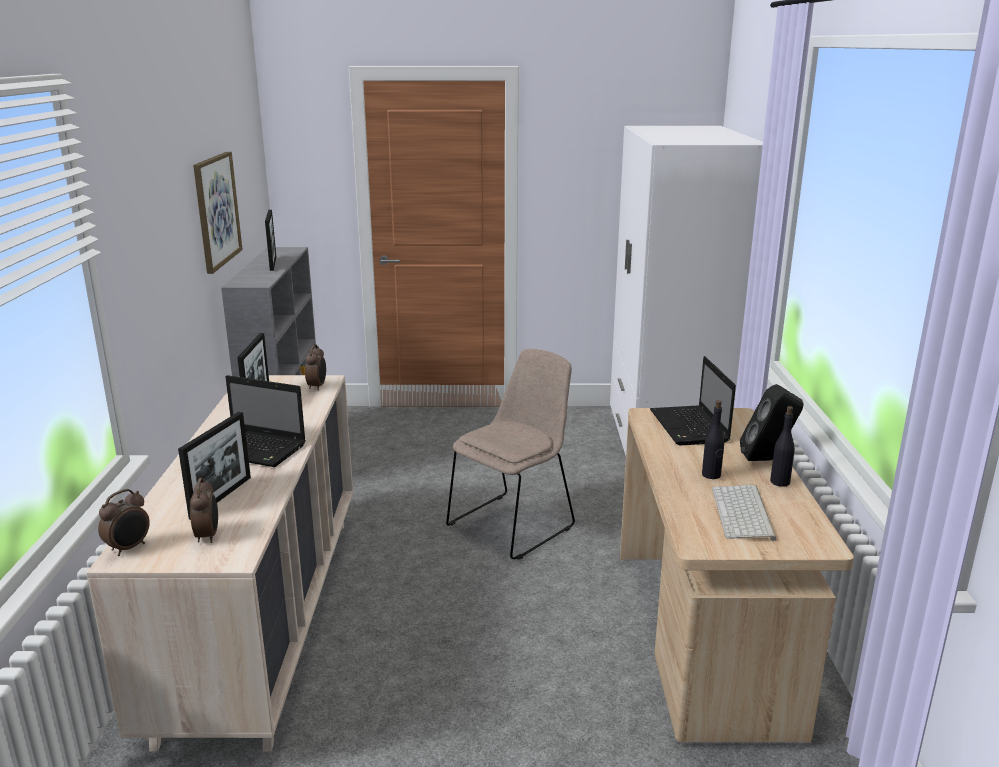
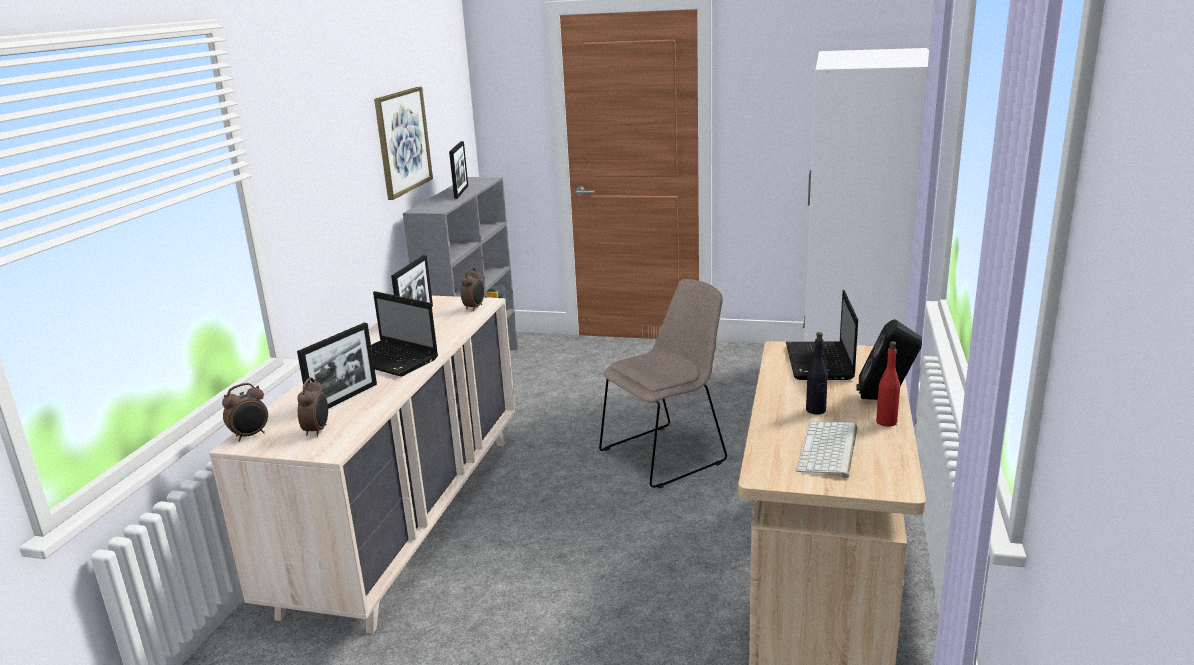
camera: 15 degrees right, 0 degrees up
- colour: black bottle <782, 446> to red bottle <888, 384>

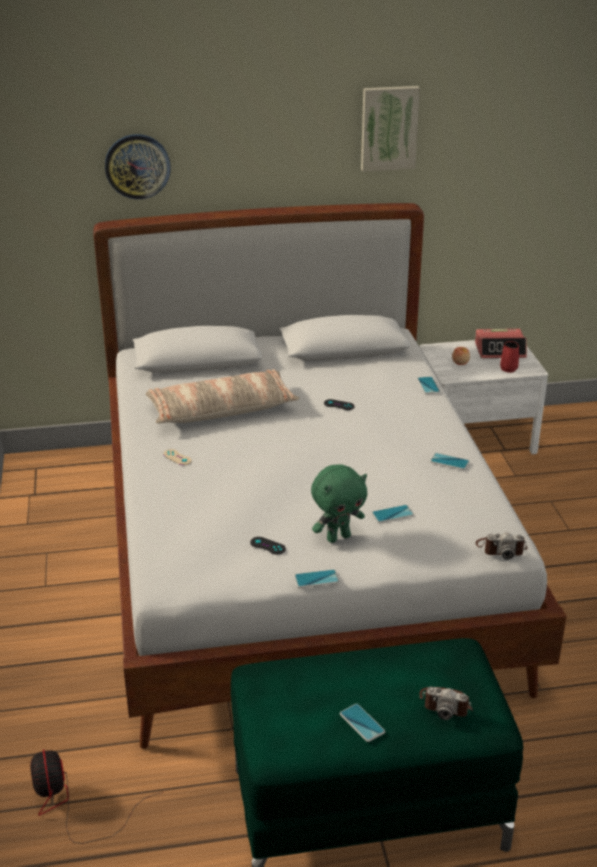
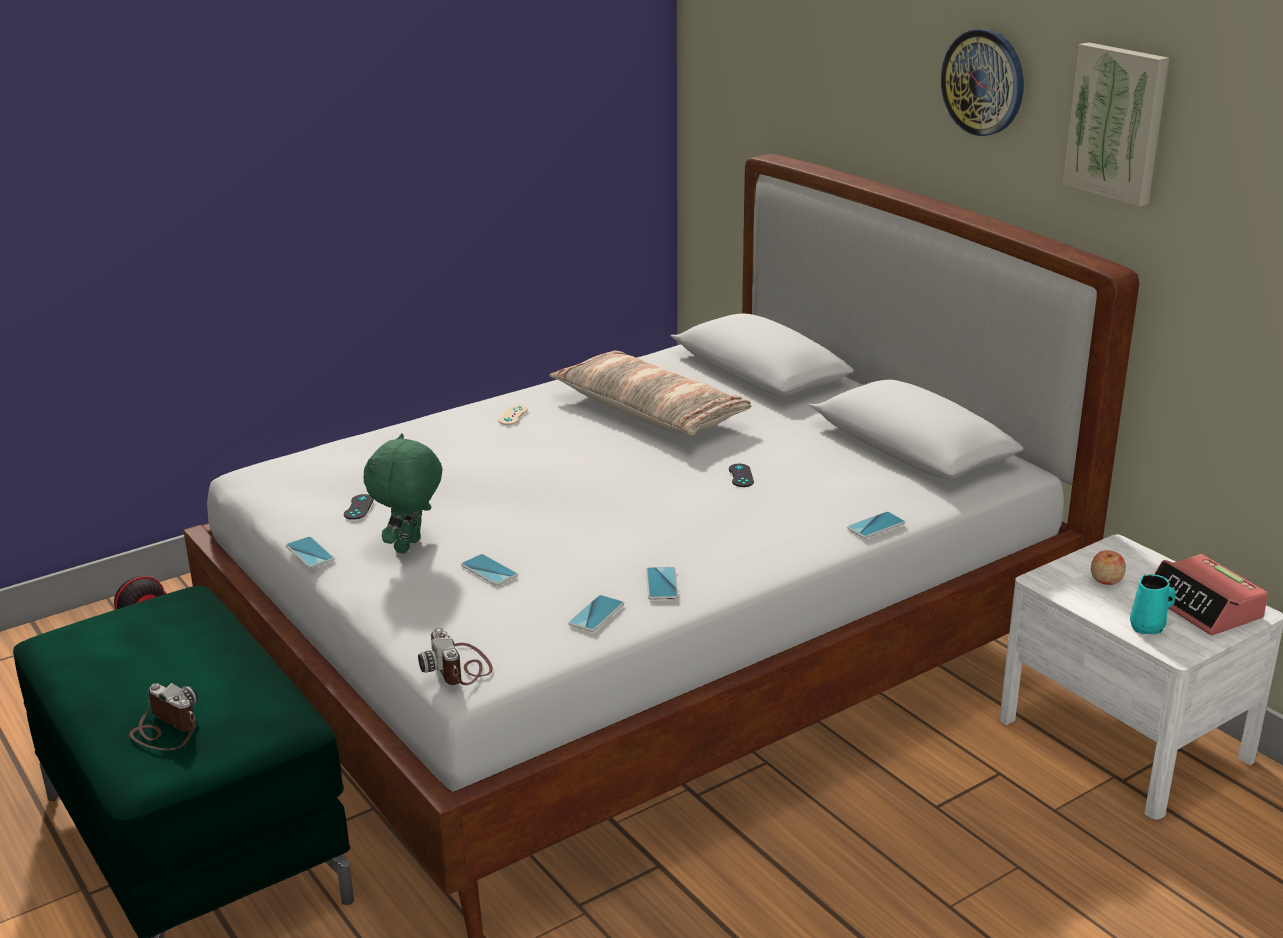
camera: 65 degrees right, 5 degrees down
- relocated: wall clock <138, 166> to <982, 82>
- relocated: phone <362, 723> to <596, 613>
- colour: red mug <509, 357> to turquoise mug <1153, 604>
- spun: green plush toy <339, 503> = <403, 493> 75 degrees clockwise
- spun: photo camera <446, 703> = <163, 716> 135 degrees clockwise

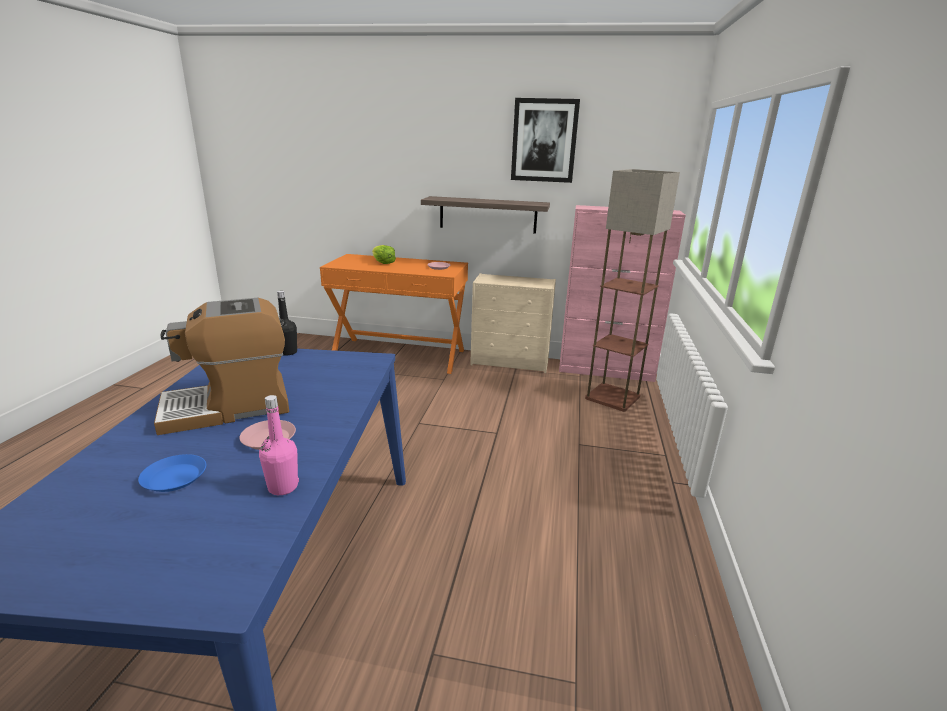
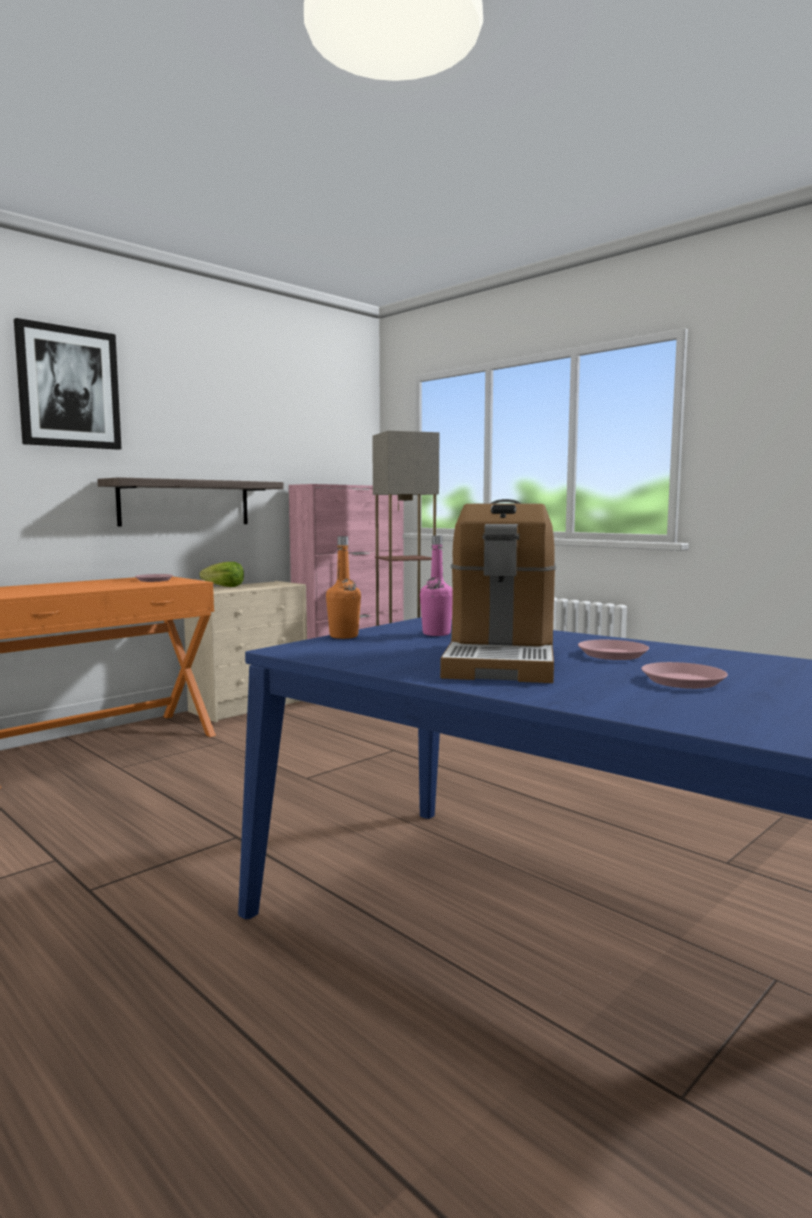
camera: 55 degrees left, 15 degrees down
- relocated: pink bottle <279, 445> to <436, 586>
- relocated: lettuce <384, 254> to <221, 574>
- relocated: picture <545, 140> to <67, 384>
- colour: blue plate <172, 473> to pink plate <684, 675>
- colour: black bottle <287, 323> to orange bottle <343, 587>

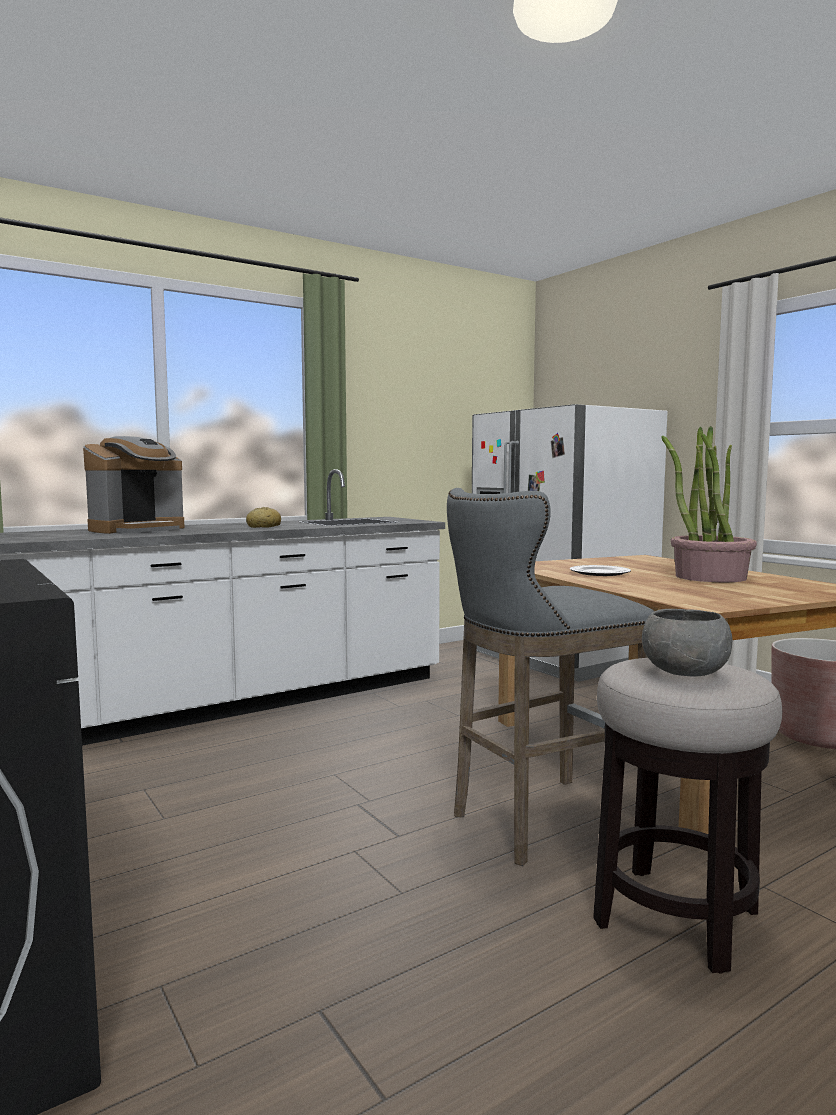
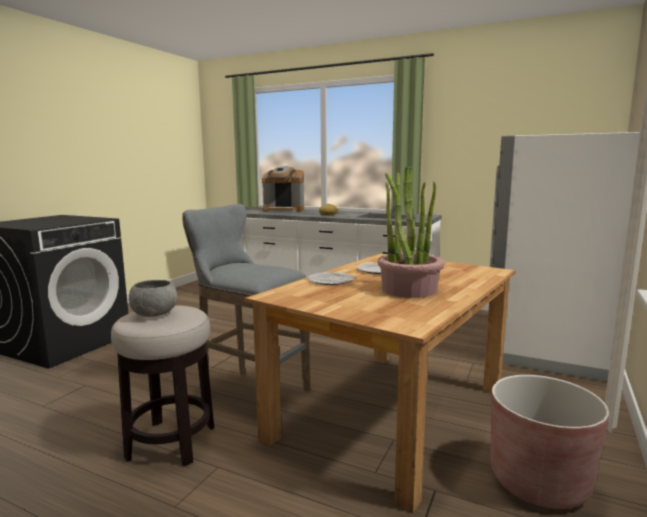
camera: 60 degrees right, 5 degrees up
- appeared: plate <331, 278>

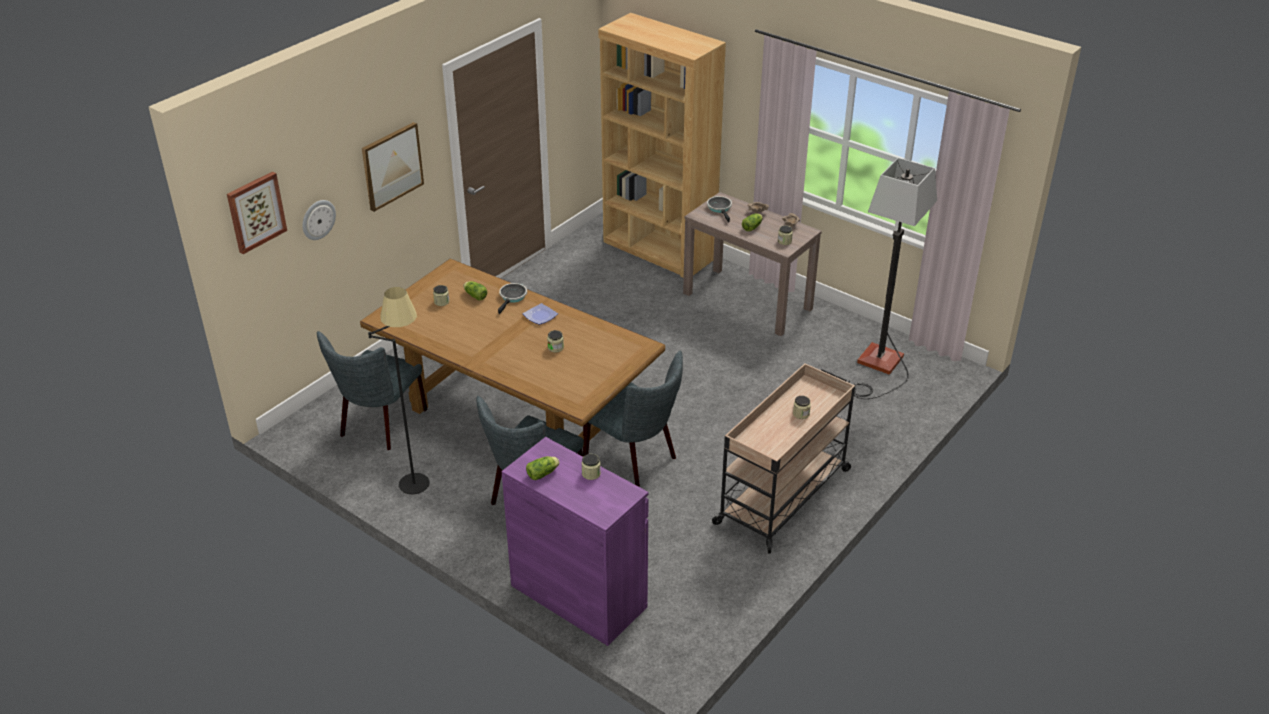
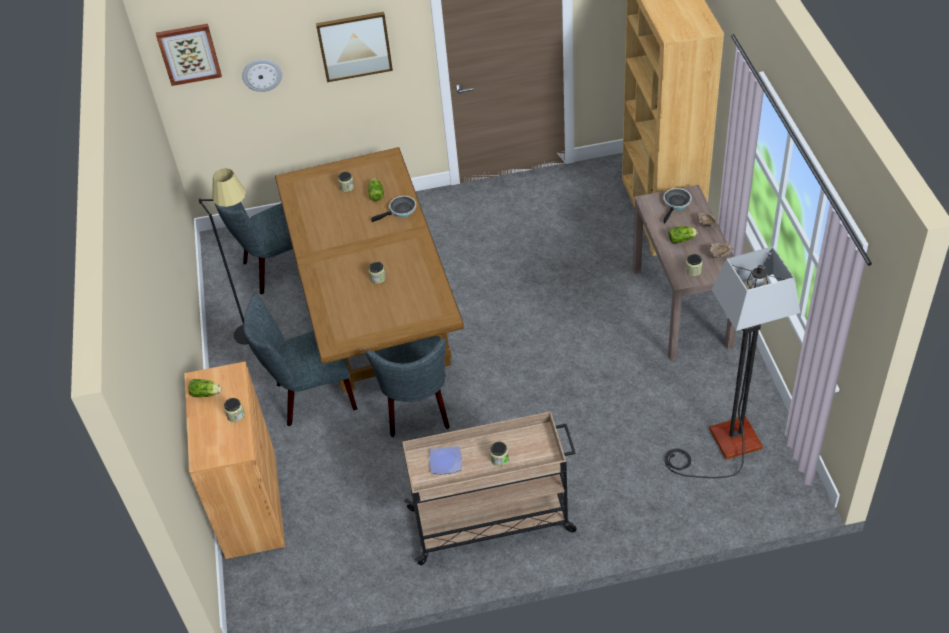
camera: 45 degrees right, 10 degrees up
- relocated: plate <540, 314> to <445, 460>
- colour: purple cabinet <575, 541> to brown cabinet <234, 460>

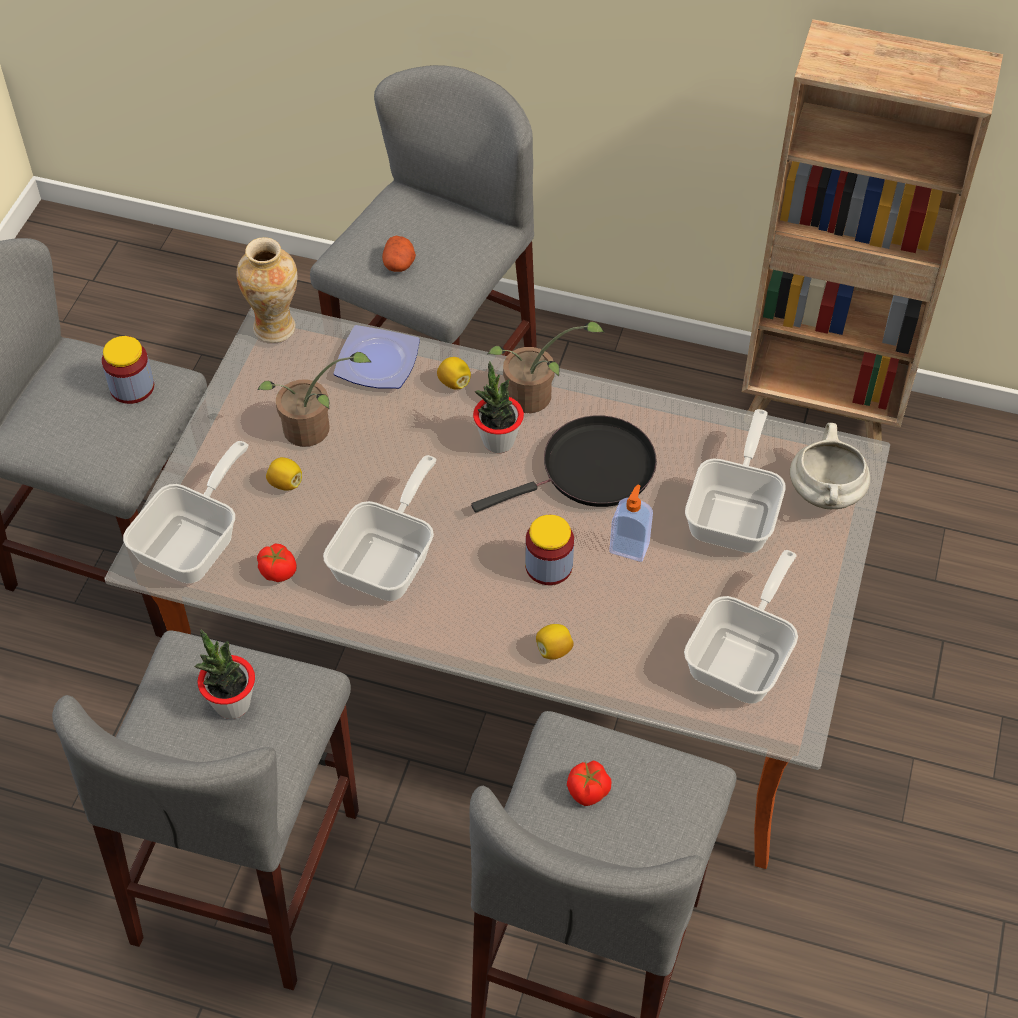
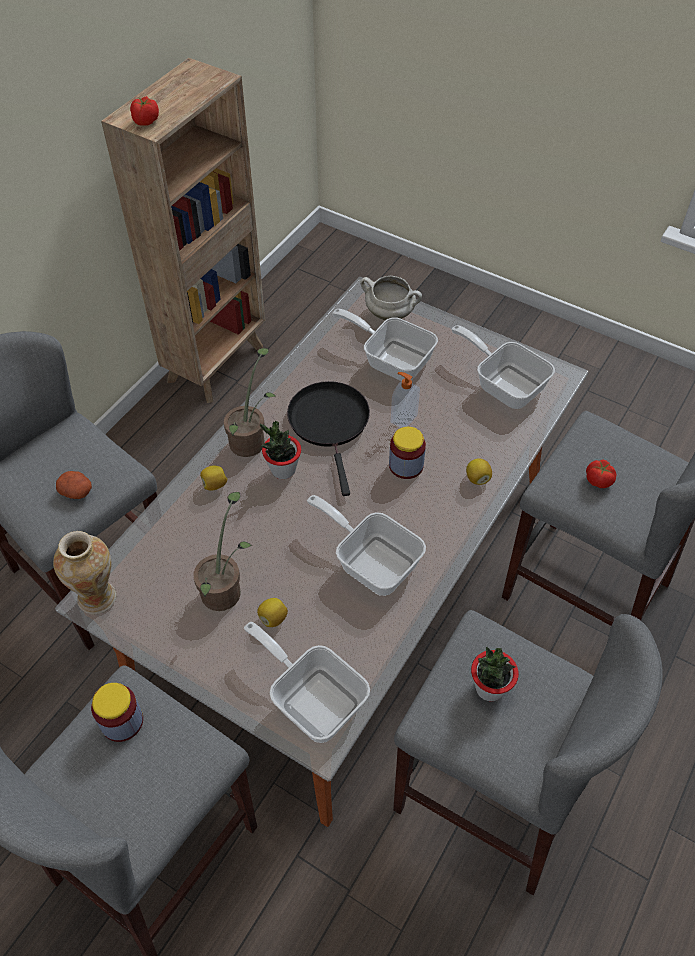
camera: 75 degrees left, 0 degrees up
- missing: plate <377, 357>
- relocated: tomato <277, 562> to <144, 111>

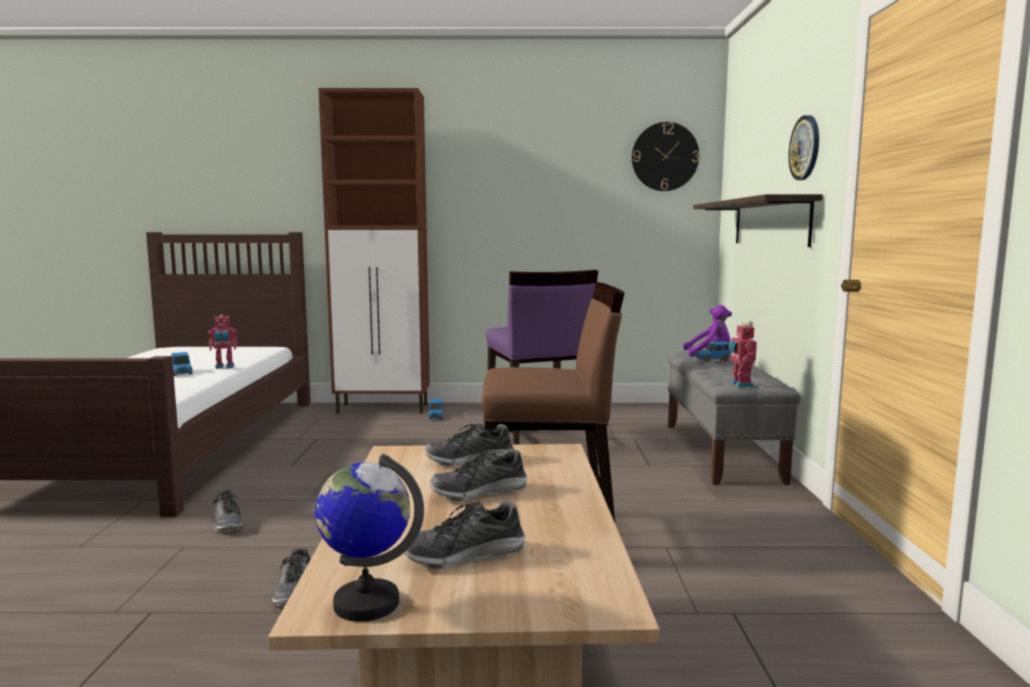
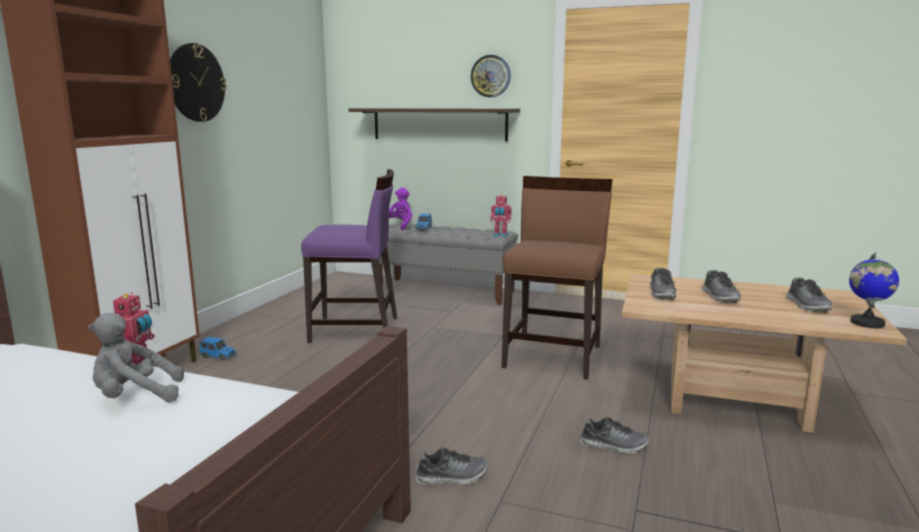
camera: 70 degrees left, 5 degrees up
- relocated: wall clock <665, 156> to <198, 82>
- exchanged: toy car <182, 364> to grey plush toy <136, 357>

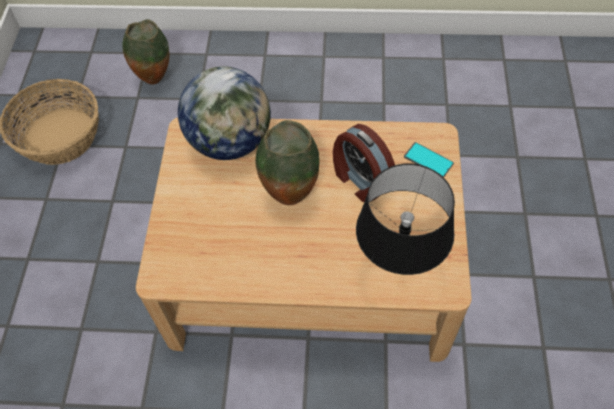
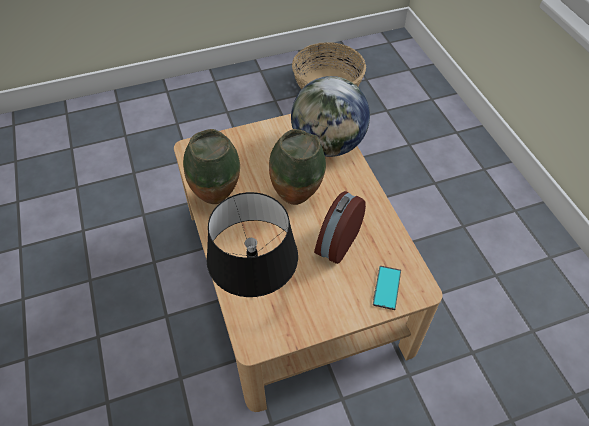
camera: 65 degrees right, 5 degrees down
- relocated: vase <145, 52> to <211, 166>

